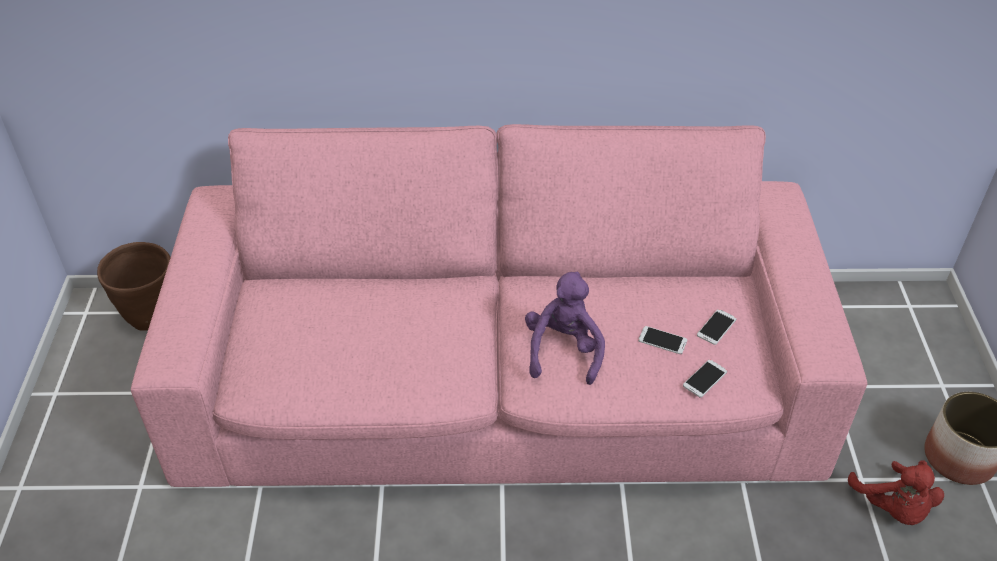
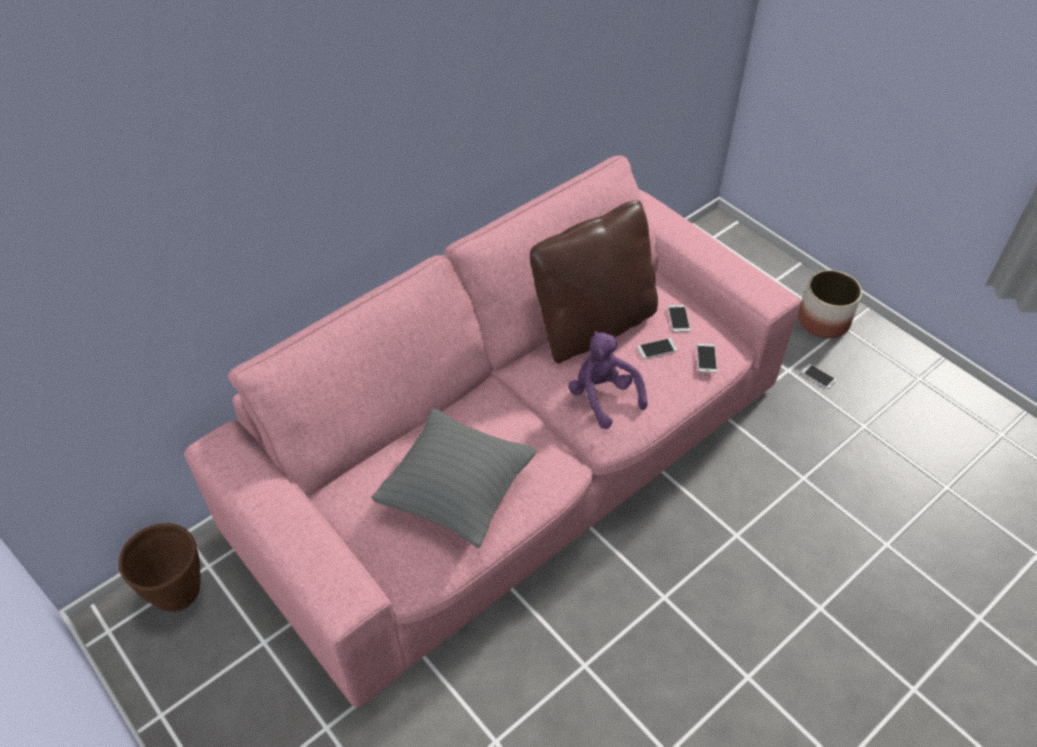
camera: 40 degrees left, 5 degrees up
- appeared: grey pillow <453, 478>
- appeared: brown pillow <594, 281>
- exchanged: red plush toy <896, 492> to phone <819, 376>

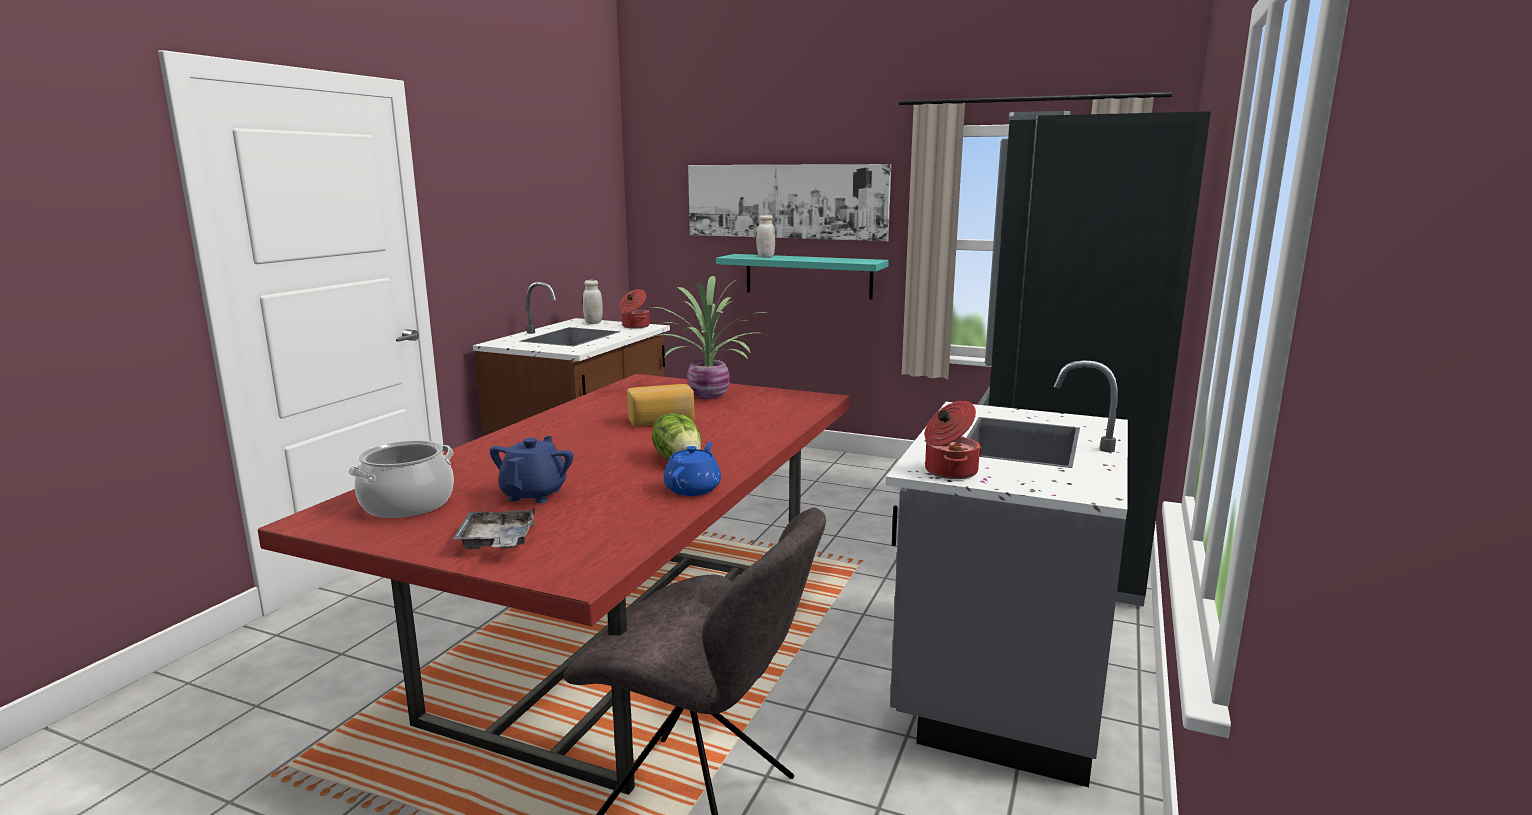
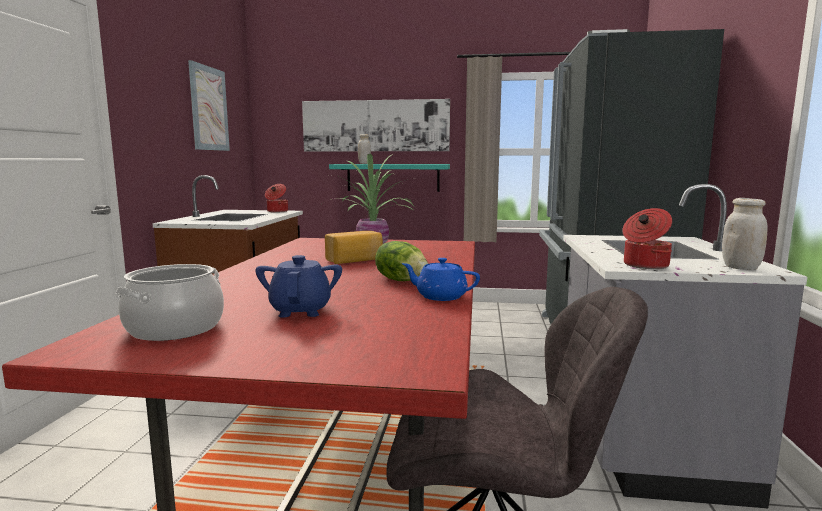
camera: 15 degrees left, 5 degrees down
- missing: grey tray <494, 526>
- appeared: picture <209, 105>
- relocated: white jar <593, 302> to <745, 234>
- spun: blue teapot <692, 469> = <441, 279> 75 degrees counterclockwise

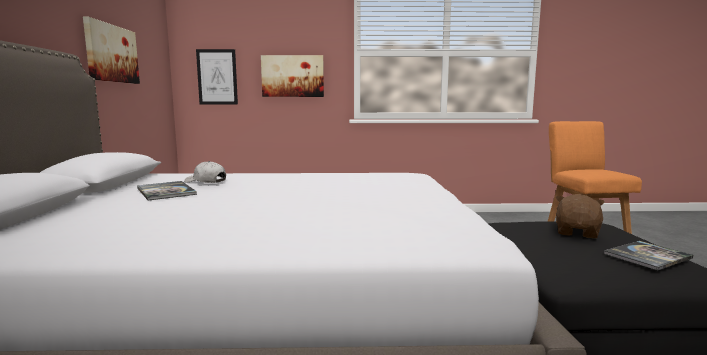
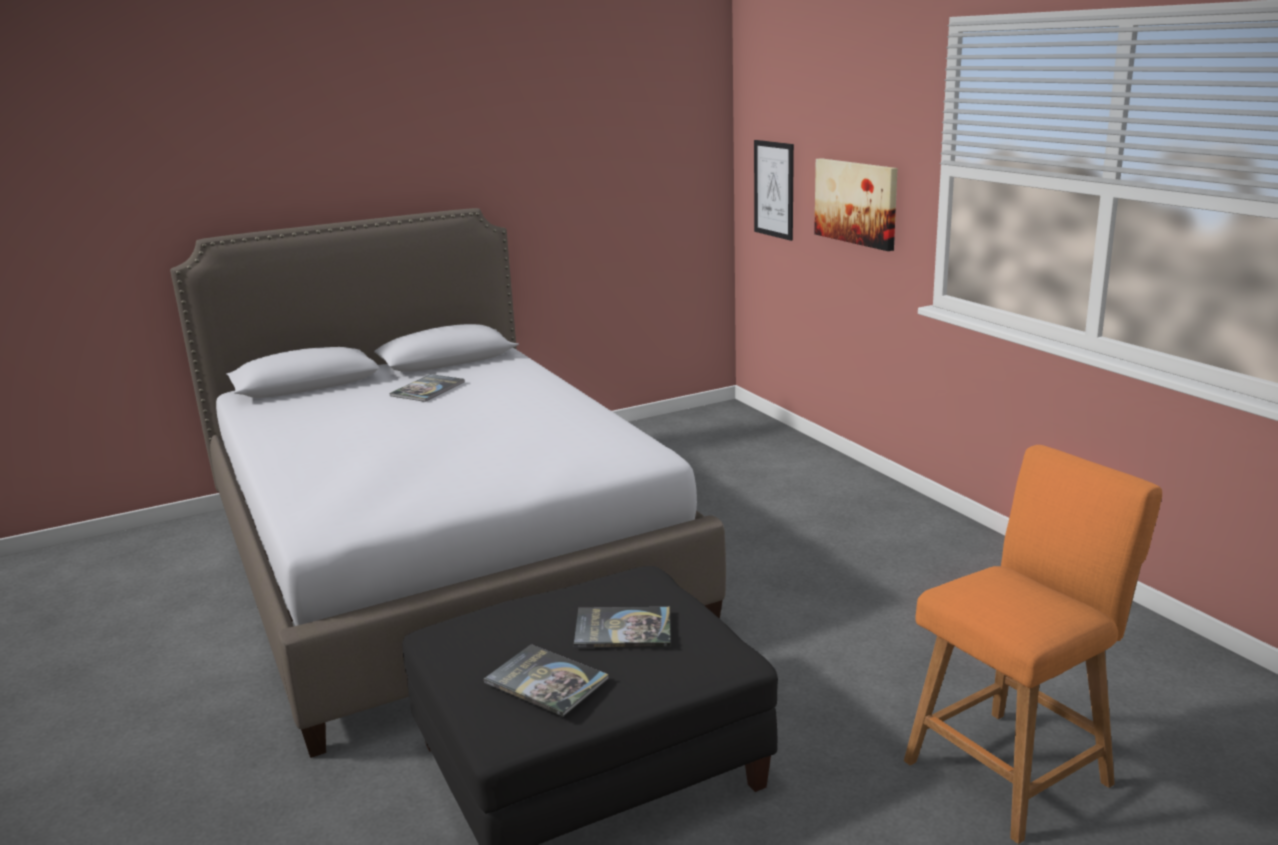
camera: 65 degrees right, 10 degrees up
- missing: picture <111, 50>
- missing: white cap <205, 172>
- exchanged: brown plush toy <580, 216> to book <622, 627>

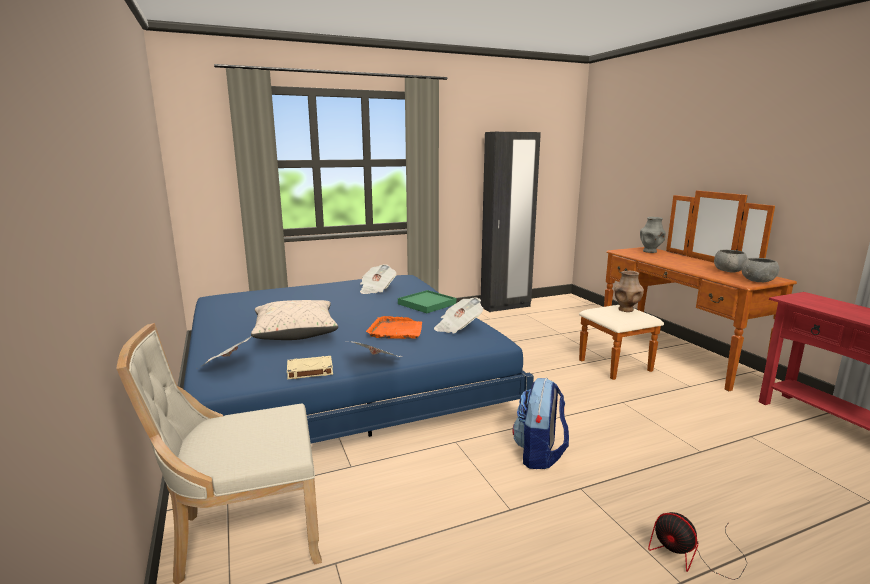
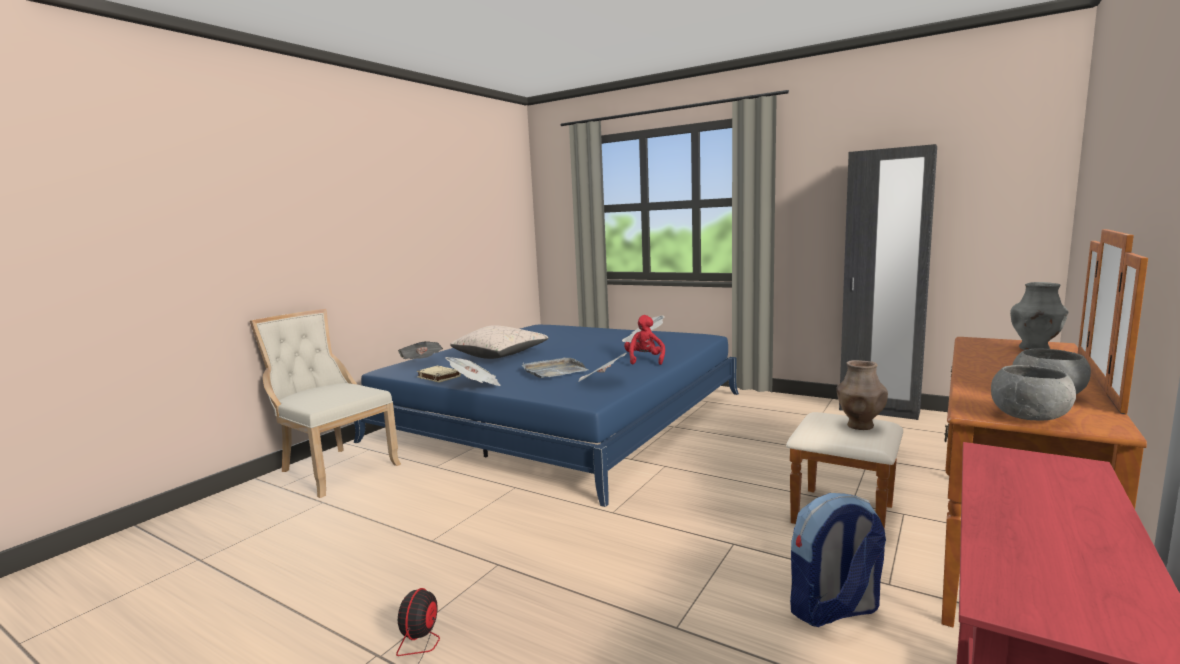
camera: 55 degrees right, 5 degrees down
- relocated: backpack <540, 423> to <838, 560>
- exchanged: green tray <427, 301> to red plush toy <644, 340>
- colour: orange tray <394, 327> to grey tray <555, 367>

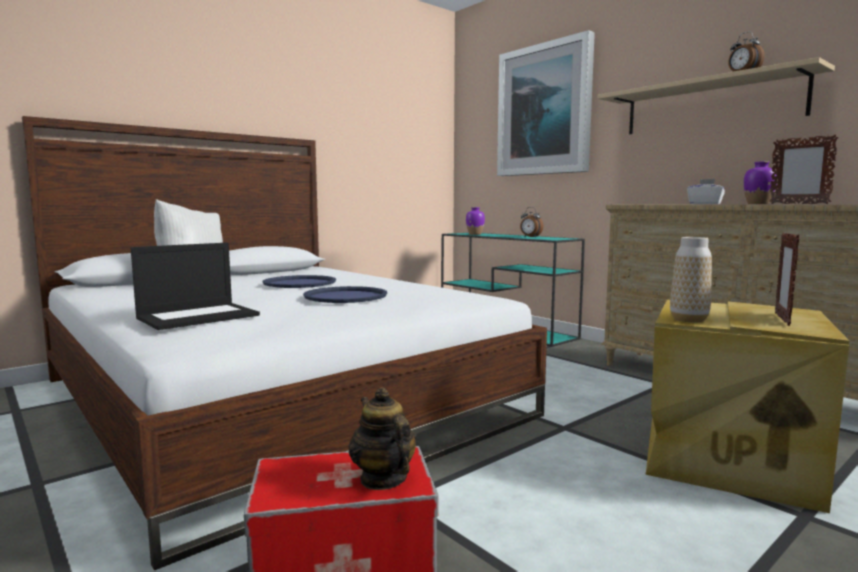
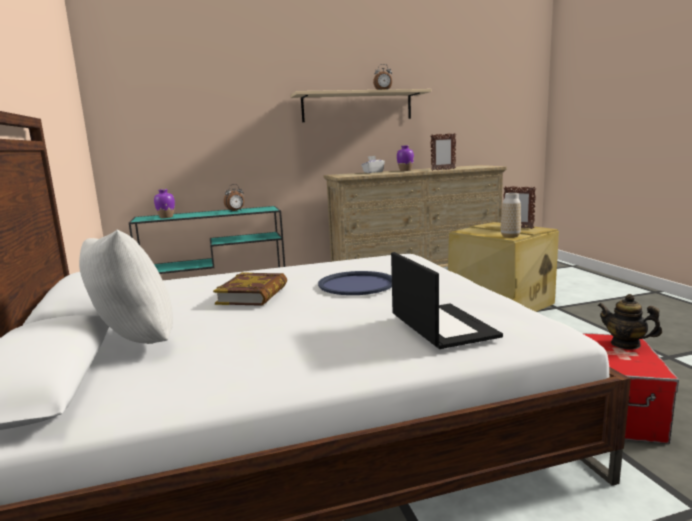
camera: 65 degrees left, 5 degrees up
- missing: picture <546, 103>
- exchanged: blue tray <299, 281> to book <250, 289>
- spun: teapot <382, 438> = <629, 322> 45 degrees clockwise

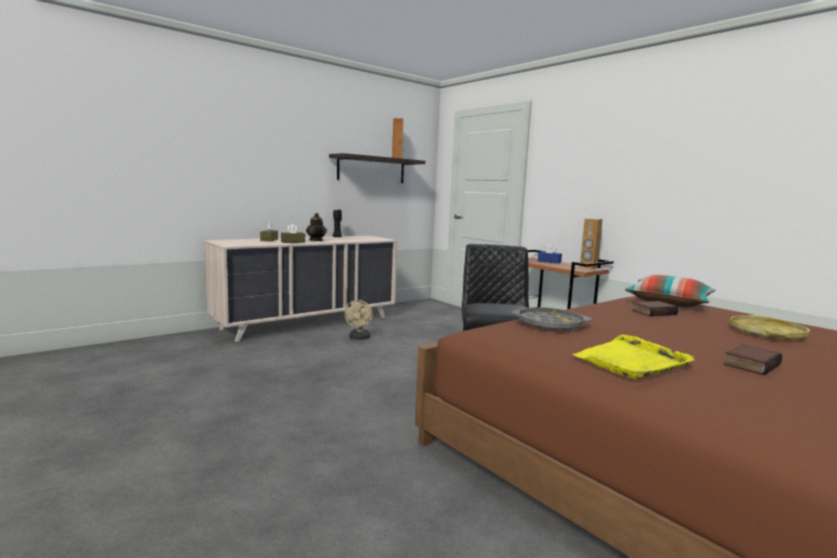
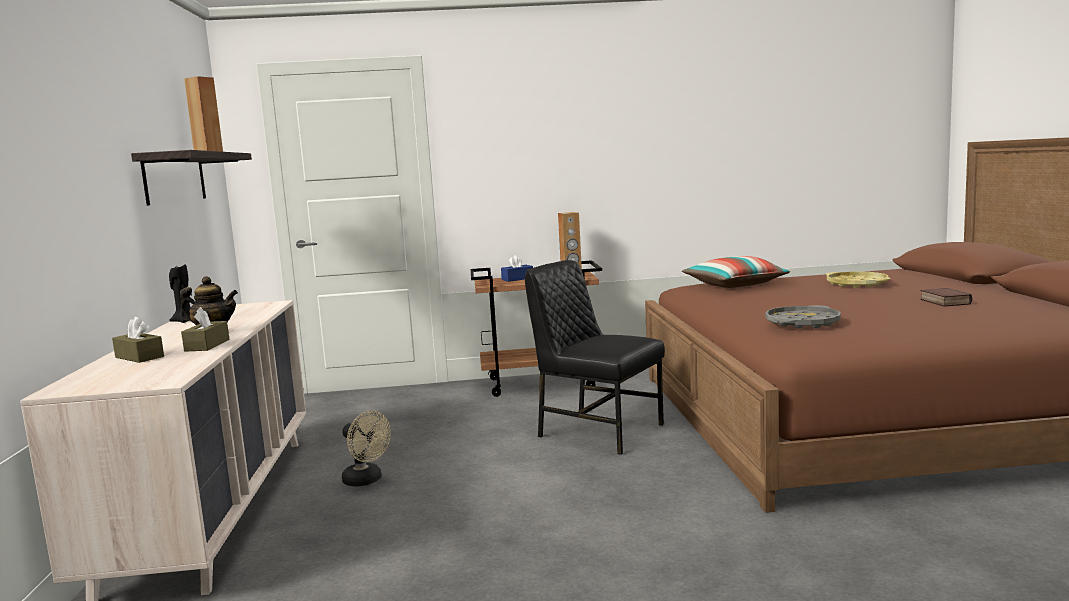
camera: 55 degrees left, 0 degrees up
- missing: yellow tray <633, 357>
- missing: book <655, 309>

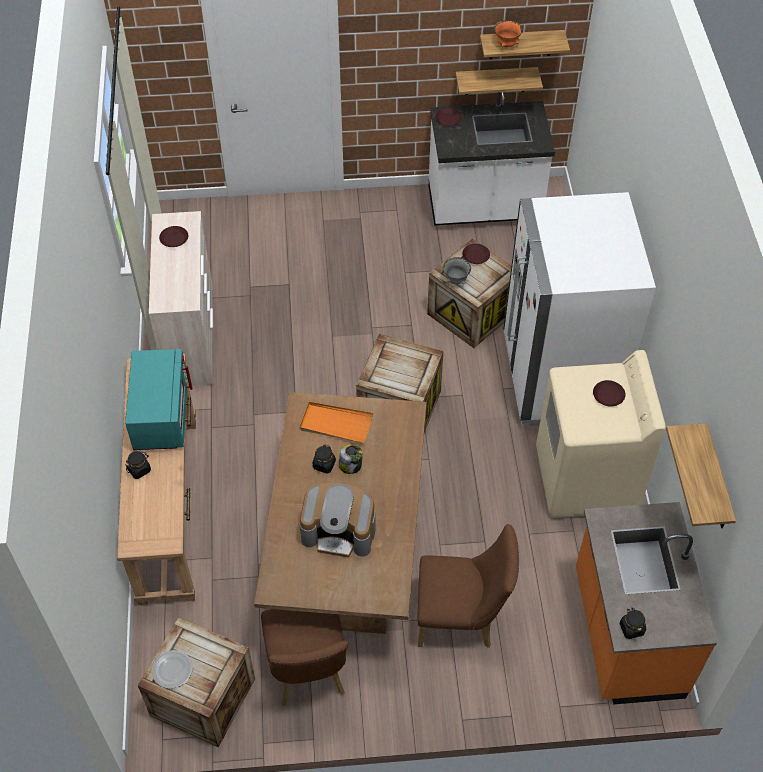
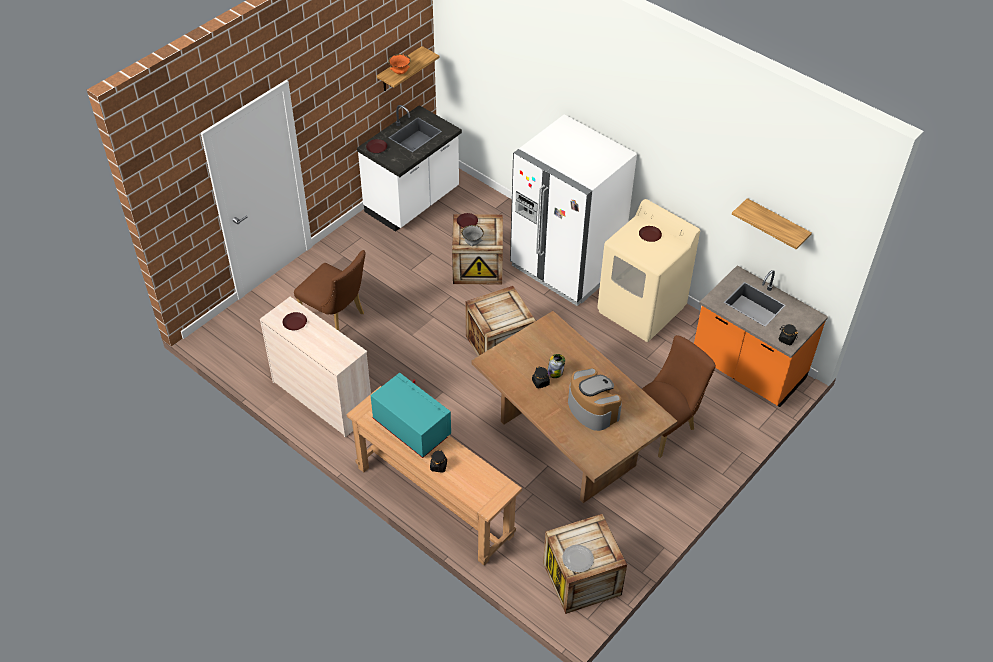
camera: 45 degrees left, 5 degrees down
- missing: orange tray <336, 422>
- missing: shelf <499, 81>
- relocated: brown chair <304, 657> to <330, 290>
- spun: coffee machine <338, 520> = <595, 399> 90 degrees counterclockwise

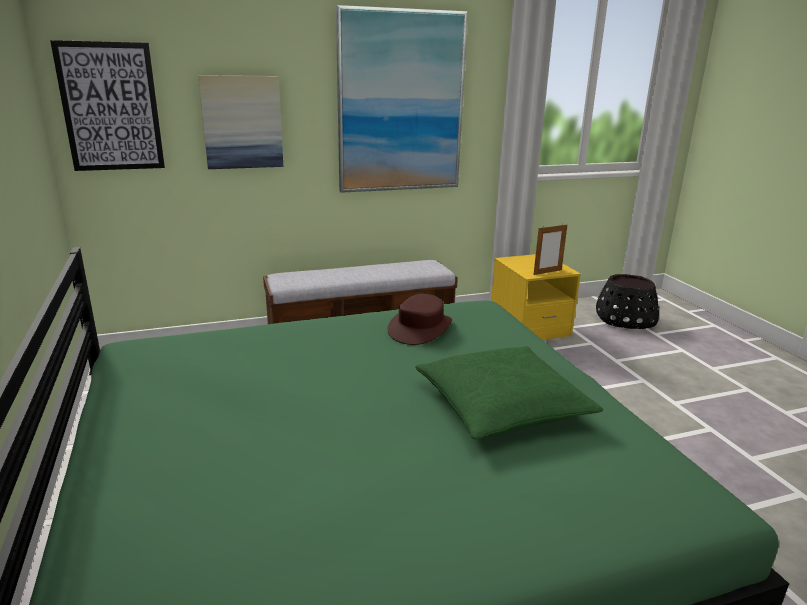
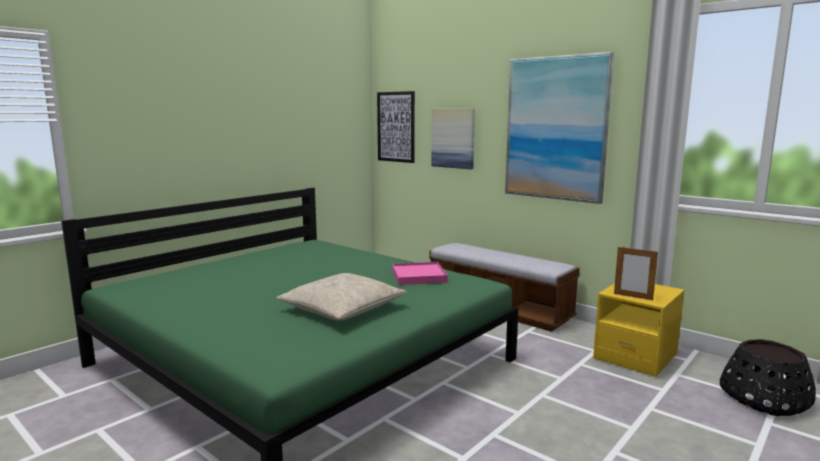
camera: 60 degrees right, 10 degrees down
- exchanged: brown hat <420, 319> to pink tray <420, 273>
- colour: green pillow <509, 392> to beige pillow <341, 297>

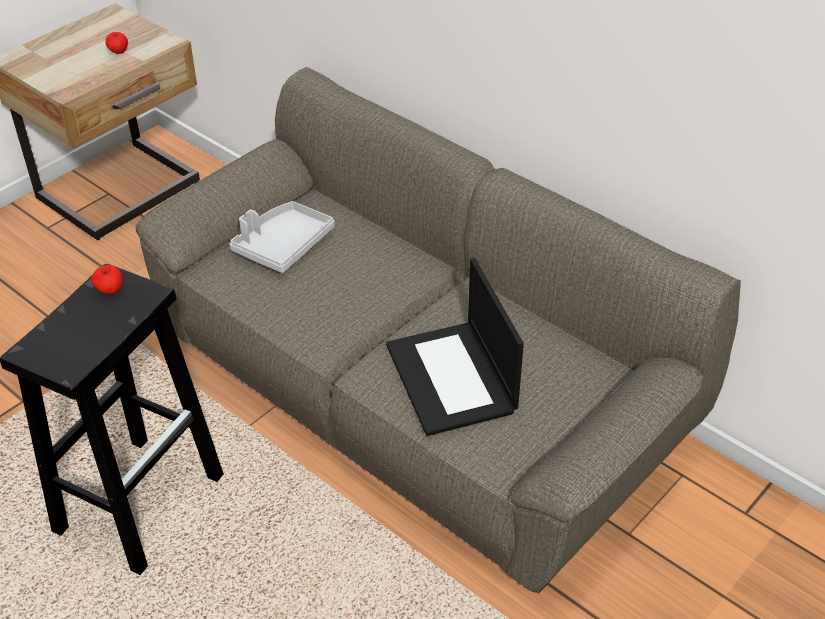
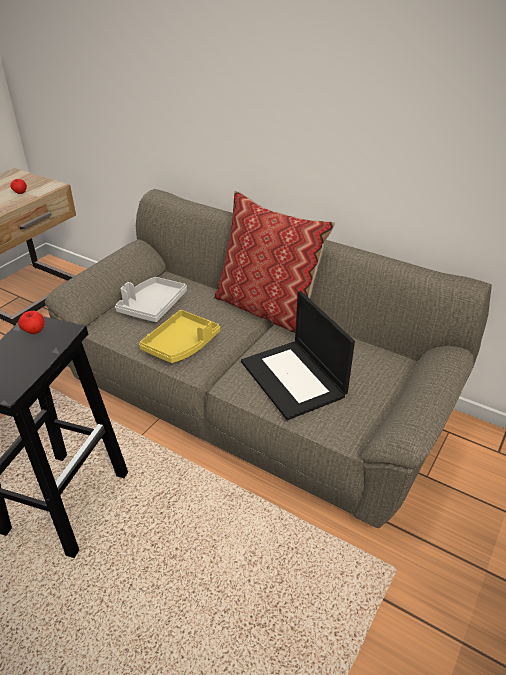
camera: 10 degrees left, 5 degrees down
- appeared: yellow tray <179, 336>
- appeared: pillow <274, 262>

